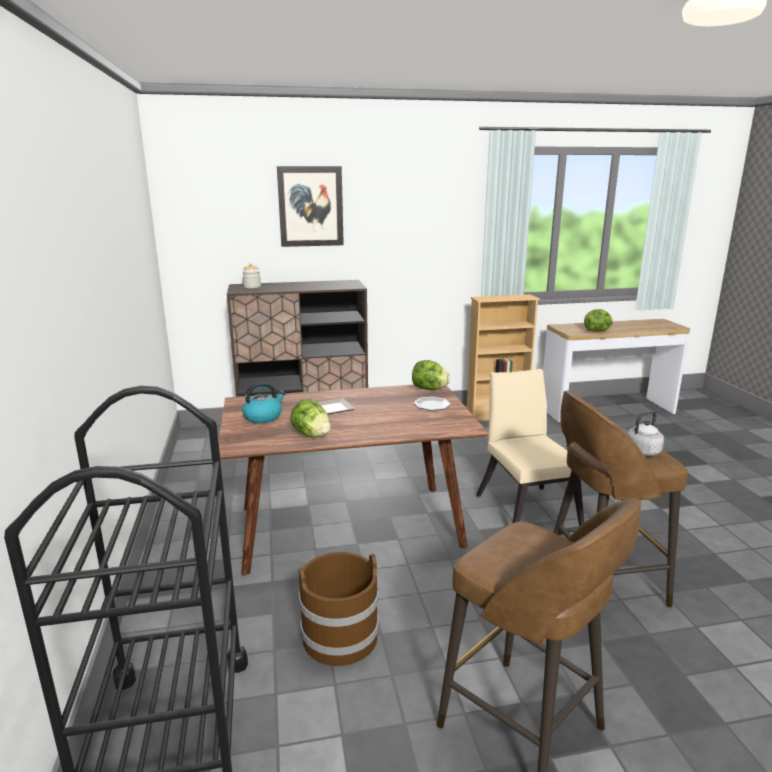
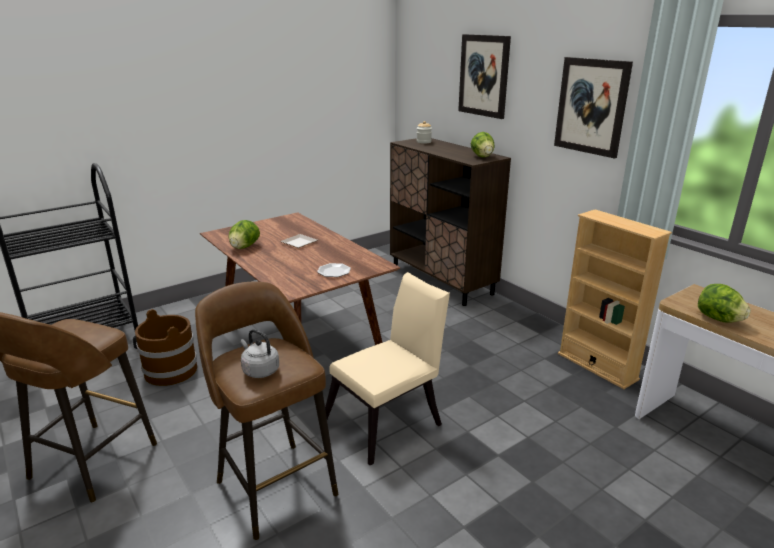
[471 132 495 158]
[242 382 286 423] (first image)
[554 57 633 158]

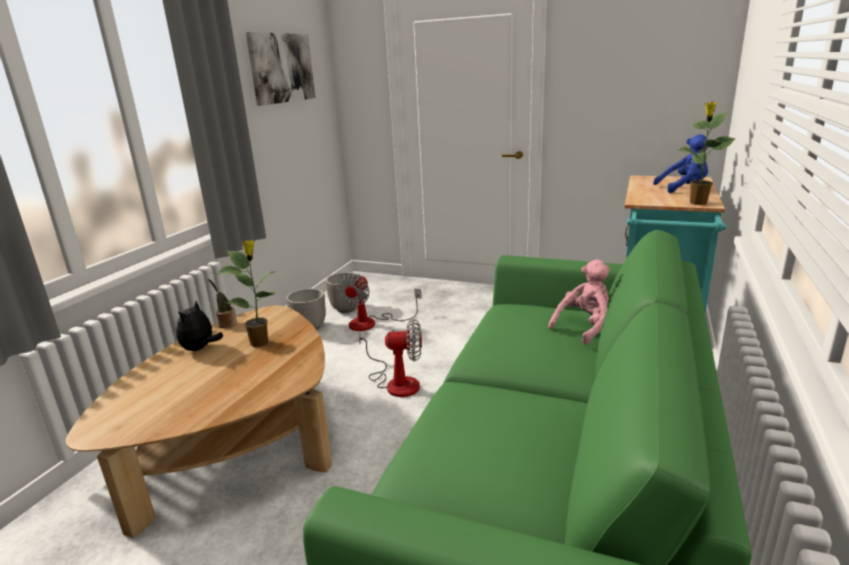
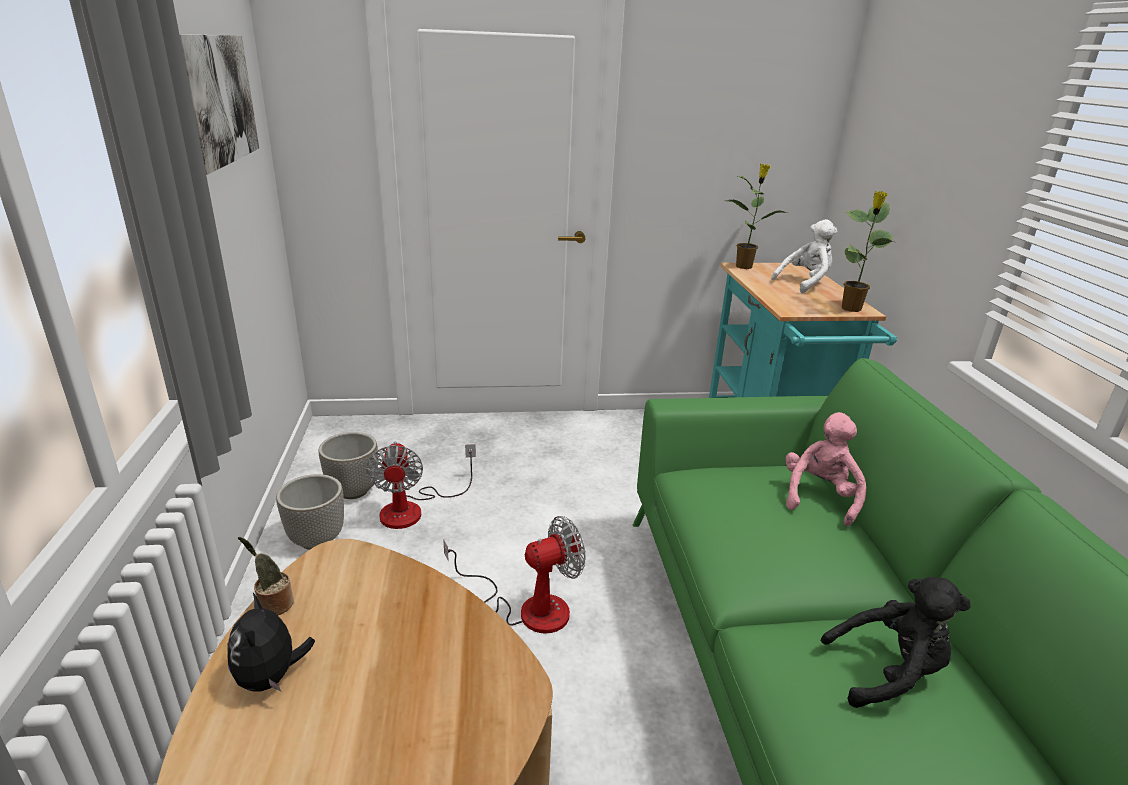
[771 219 837 293]
[727 164 788 269]
[821 577 971 708]

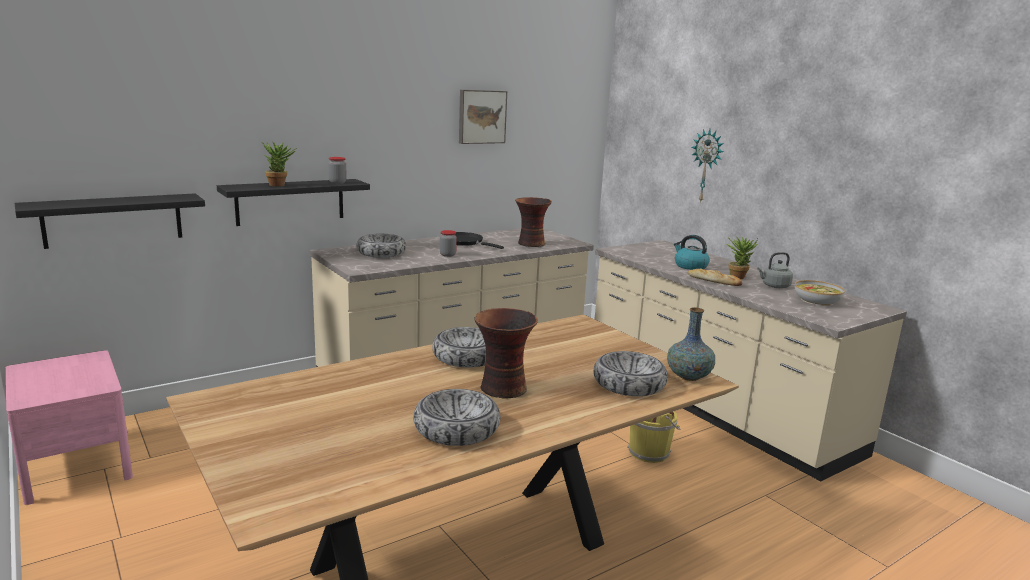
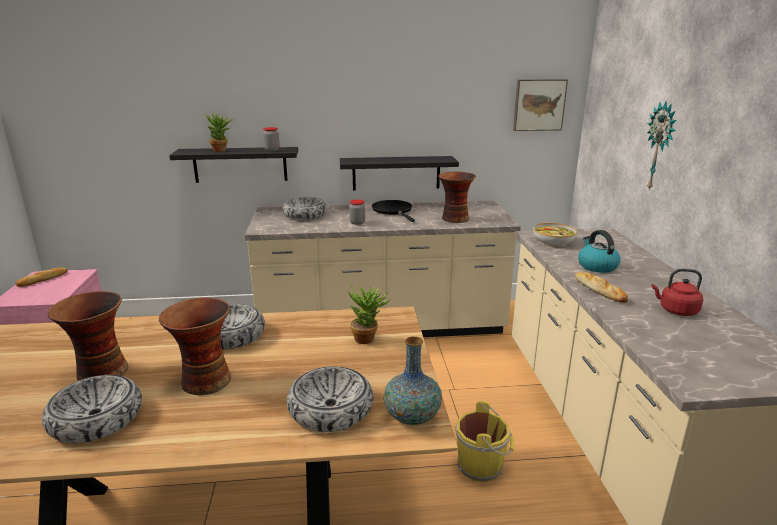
[513 79 568 131]
[340 156 459 191]
[347 285 390 344]
[651 269 703 316]
[533 223 577 247]
[15 267 68 287]
[48 291 128 381]

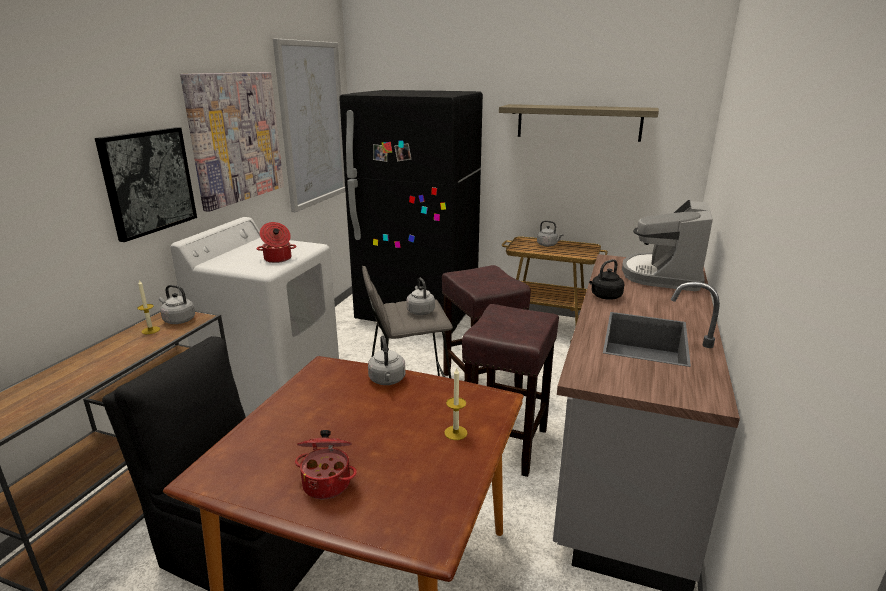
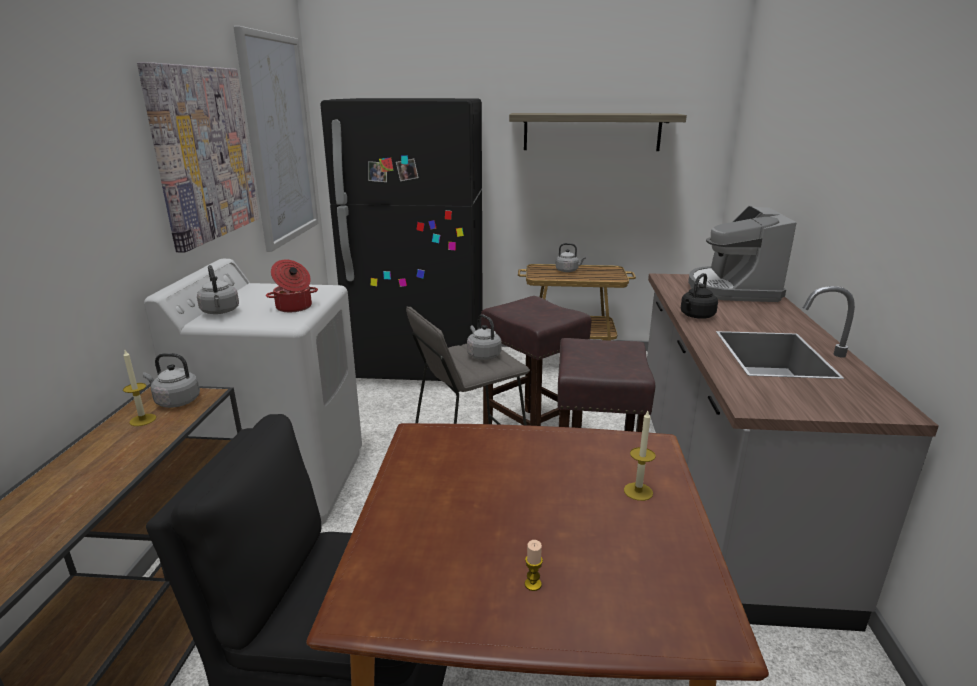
[95 127 197 242] (first image)
[197 265 239 314]
[525 540 543 591]

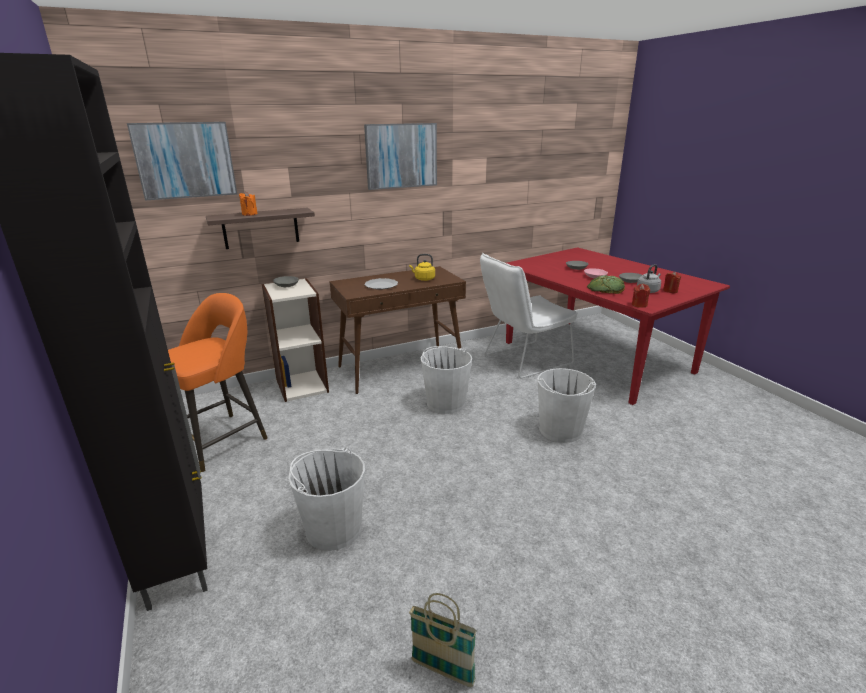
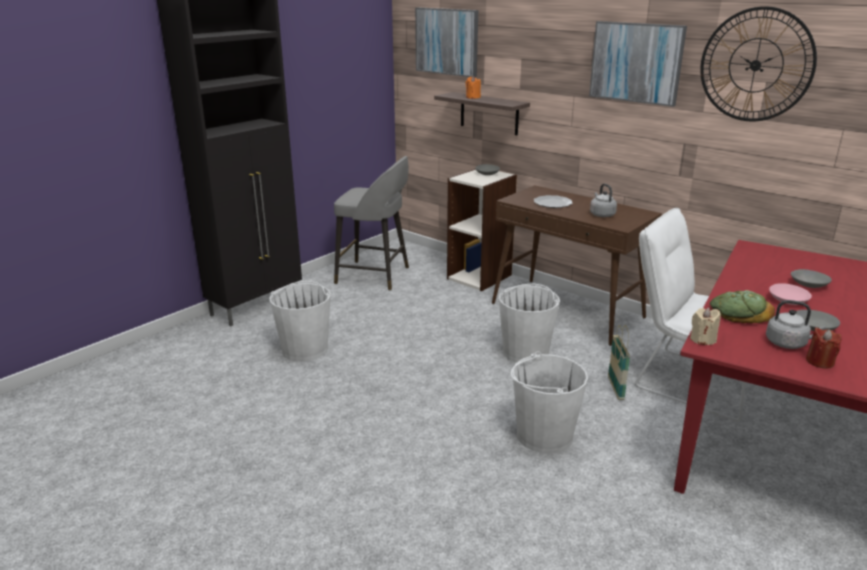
[590 183 617 217]
[690 307 721 345]
[334 156 409 290]
[608 325 630 400]
[700 6 817 121]

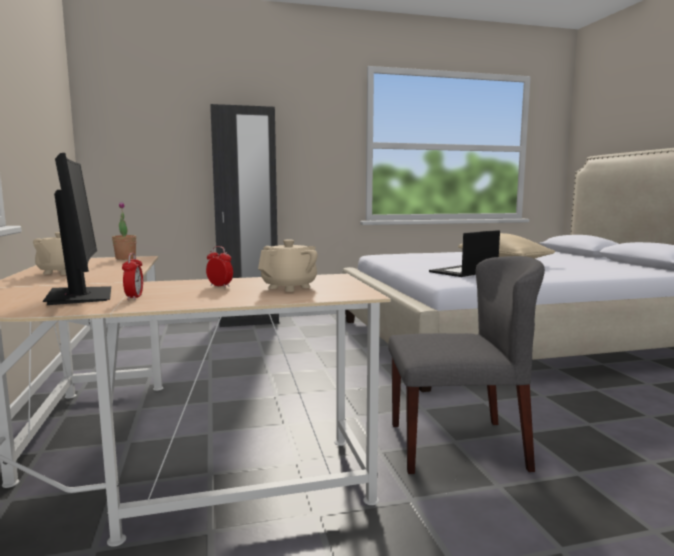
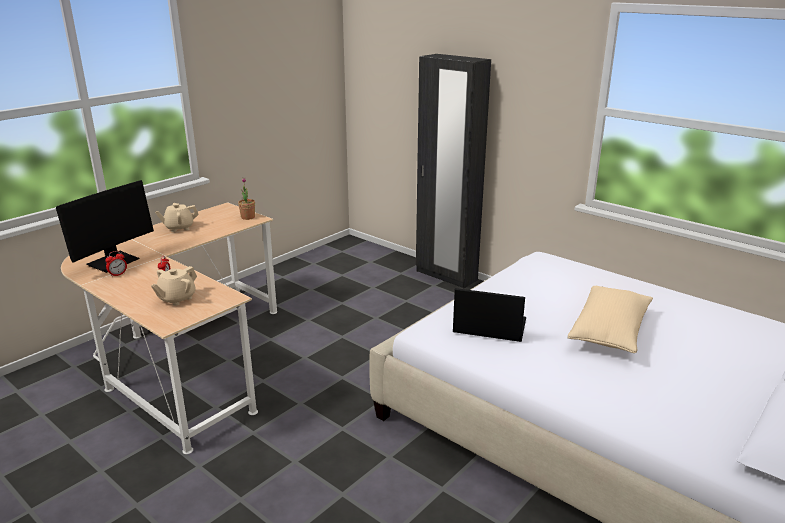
[151 266 197 306]
[388 256 545 474] (first image)

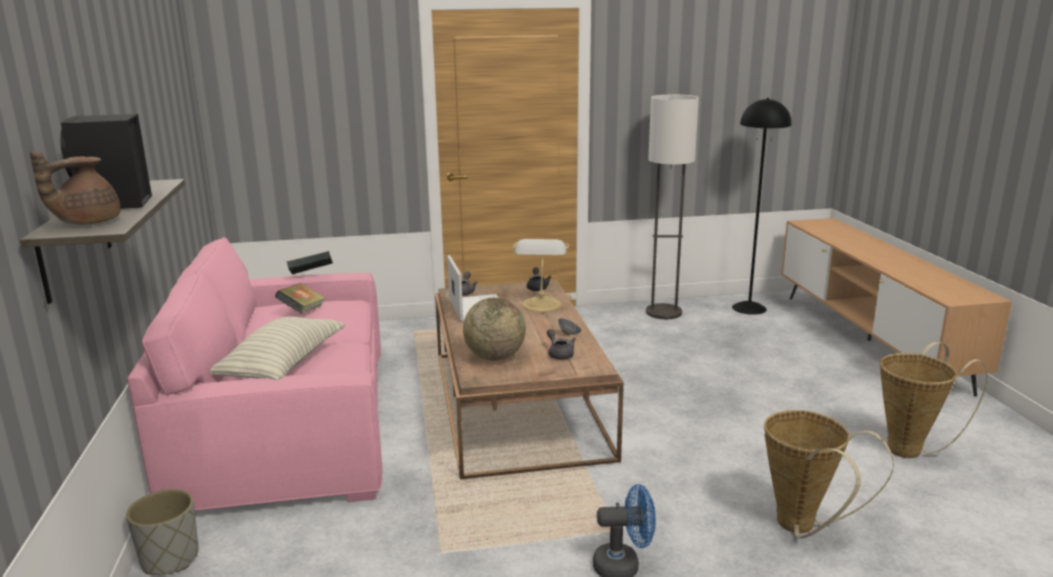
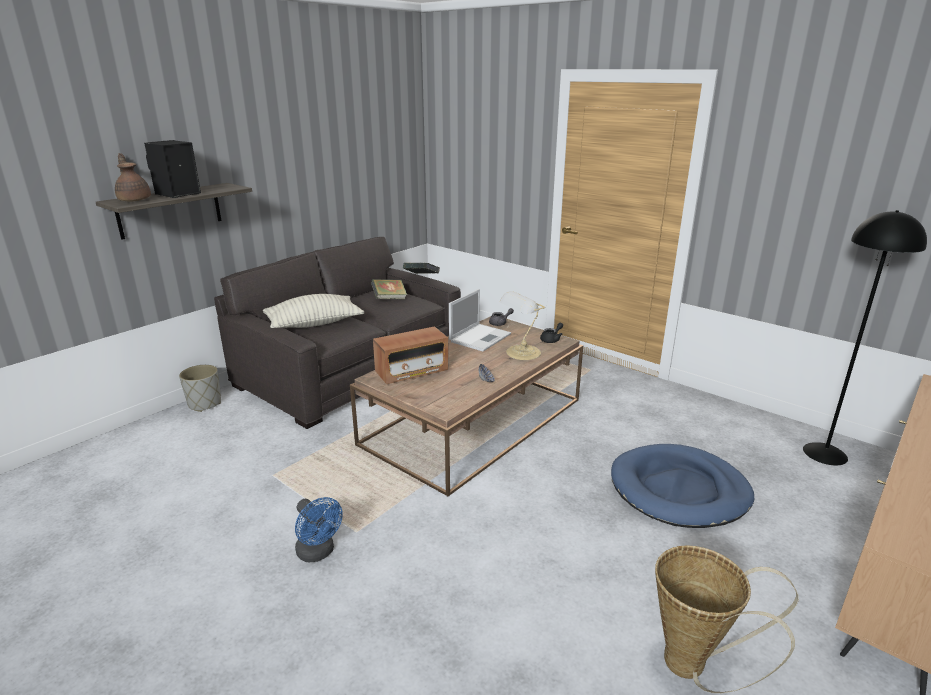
[646 95 699 319] (first image)
[115 153 151 201]
[214 237 461 429]
[373 326 448 384]
[547 329 576 360] (first image)
[764 410 894 538] (first image)
[611 444 754 528]

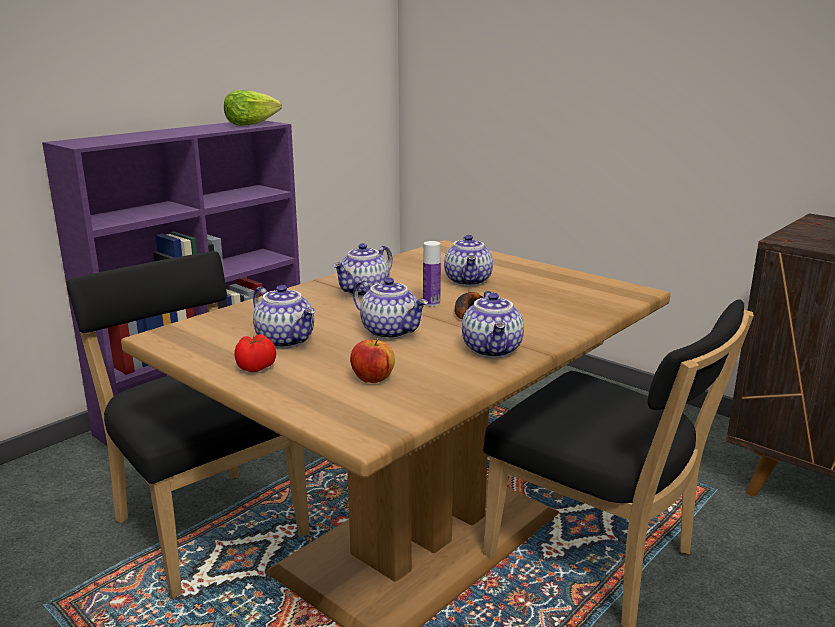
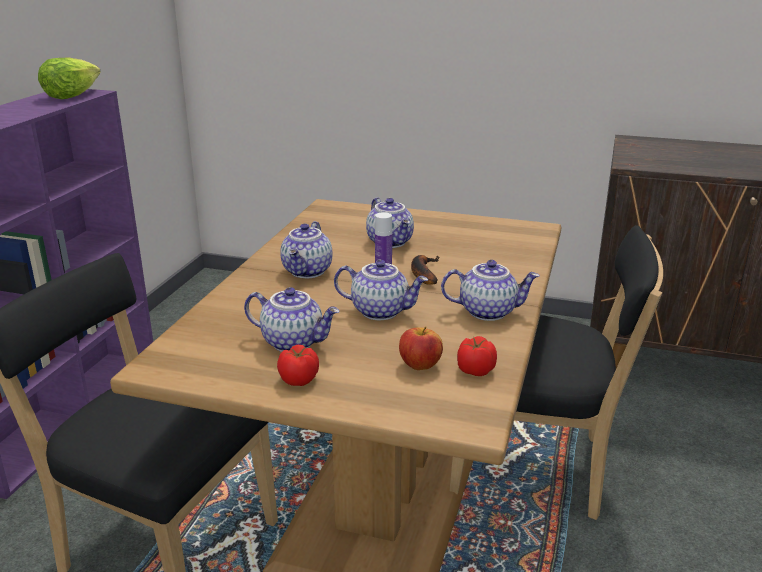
[441 260 540 321]
[457 336 497 376]

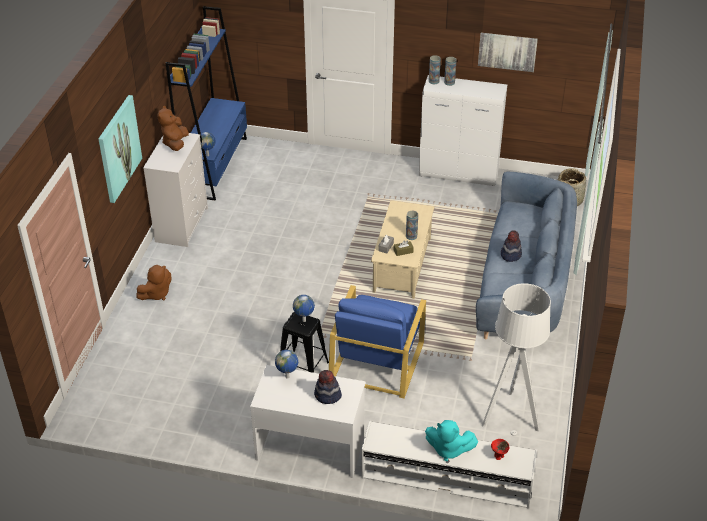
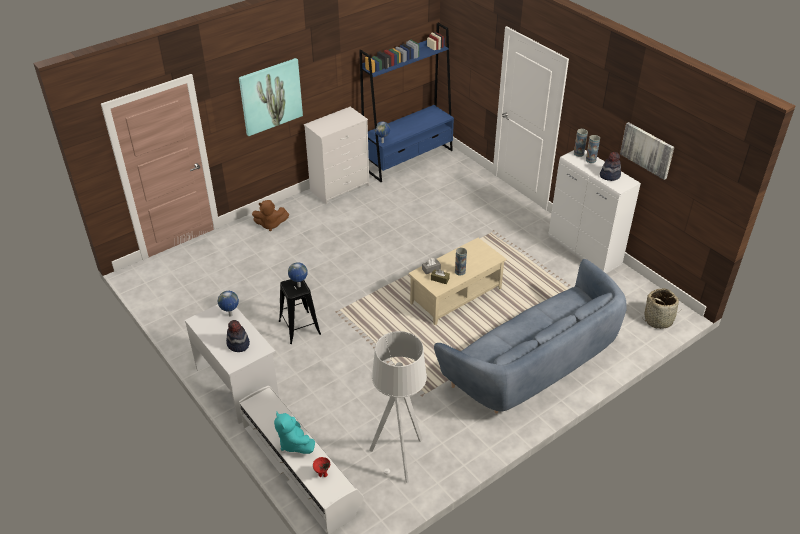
[157 106 189 151] (first image)
[600 152 621 181]
[329 285 426 399] (first image)

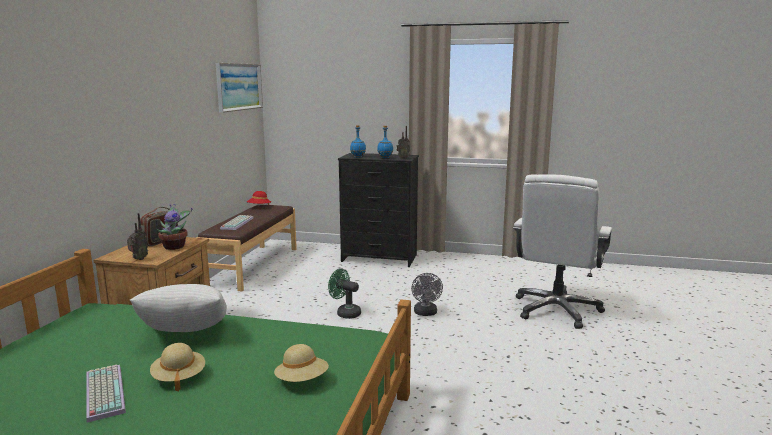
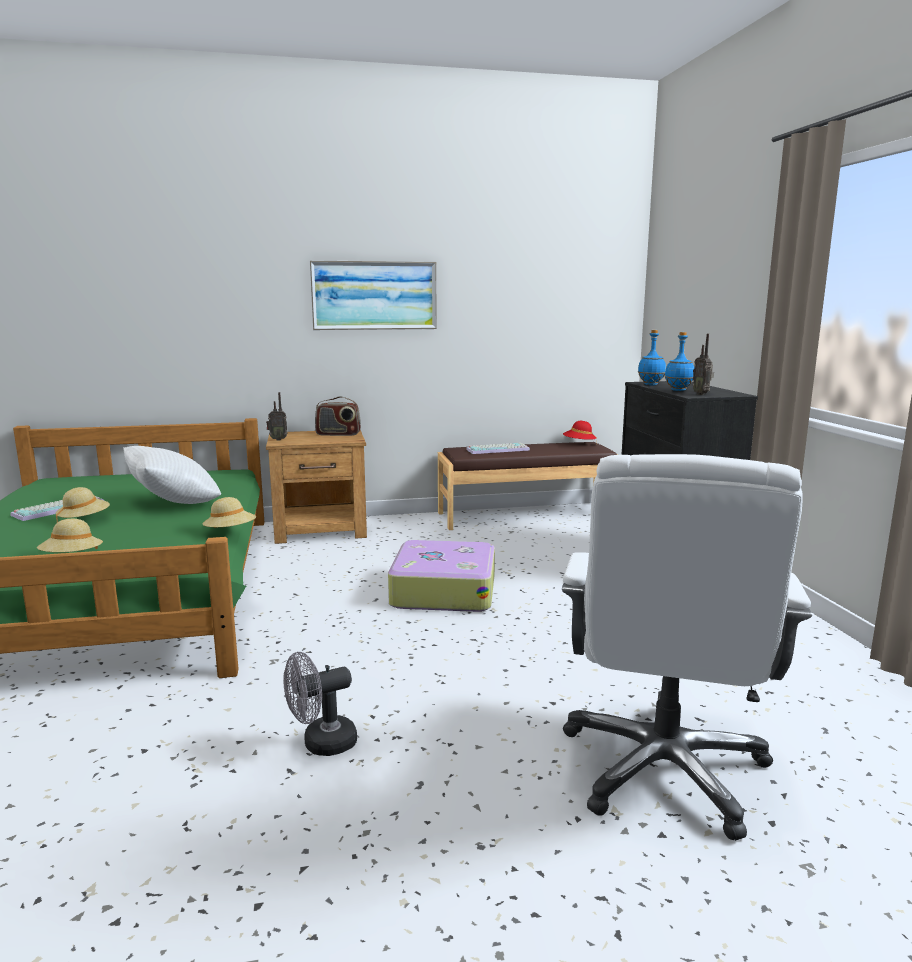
[310 260 437 330]
[562 454 812 841]
[157 204 193 250] (first image)
[388 540 495 612]
[283 652 357 756]
[202 497 257 528]

